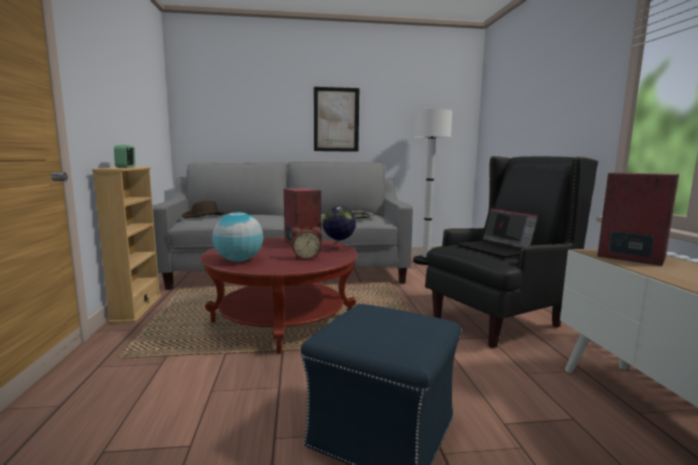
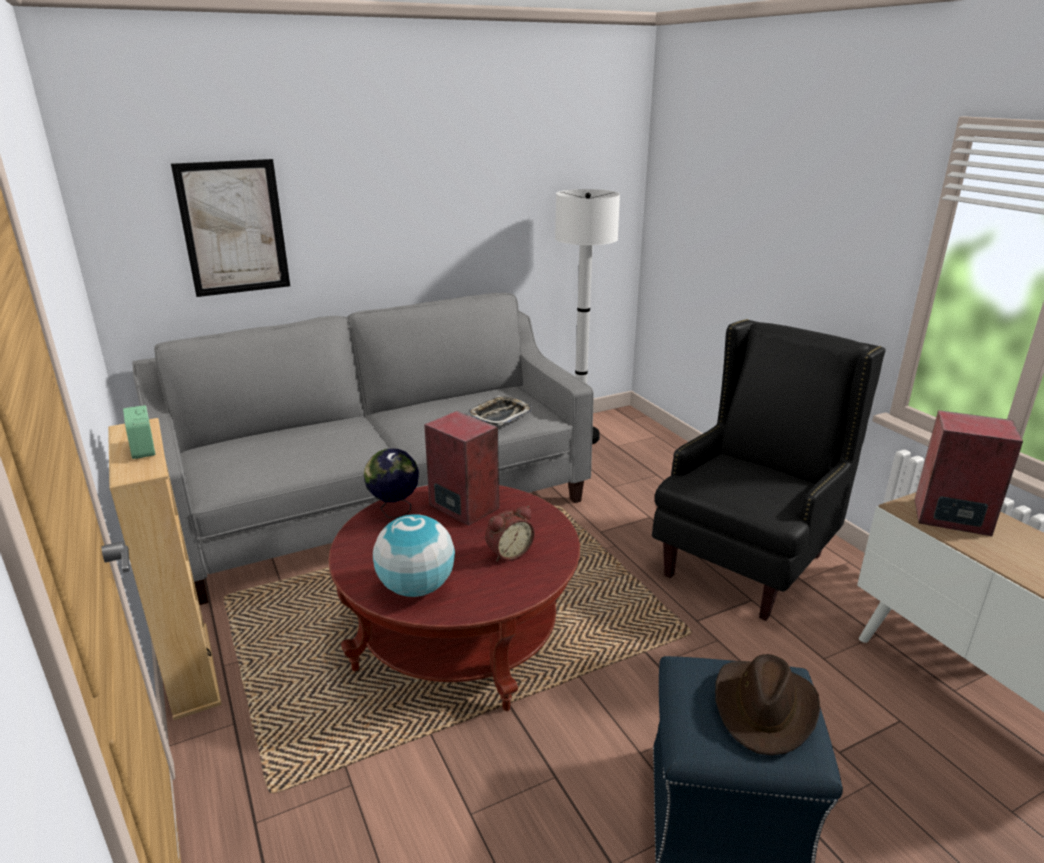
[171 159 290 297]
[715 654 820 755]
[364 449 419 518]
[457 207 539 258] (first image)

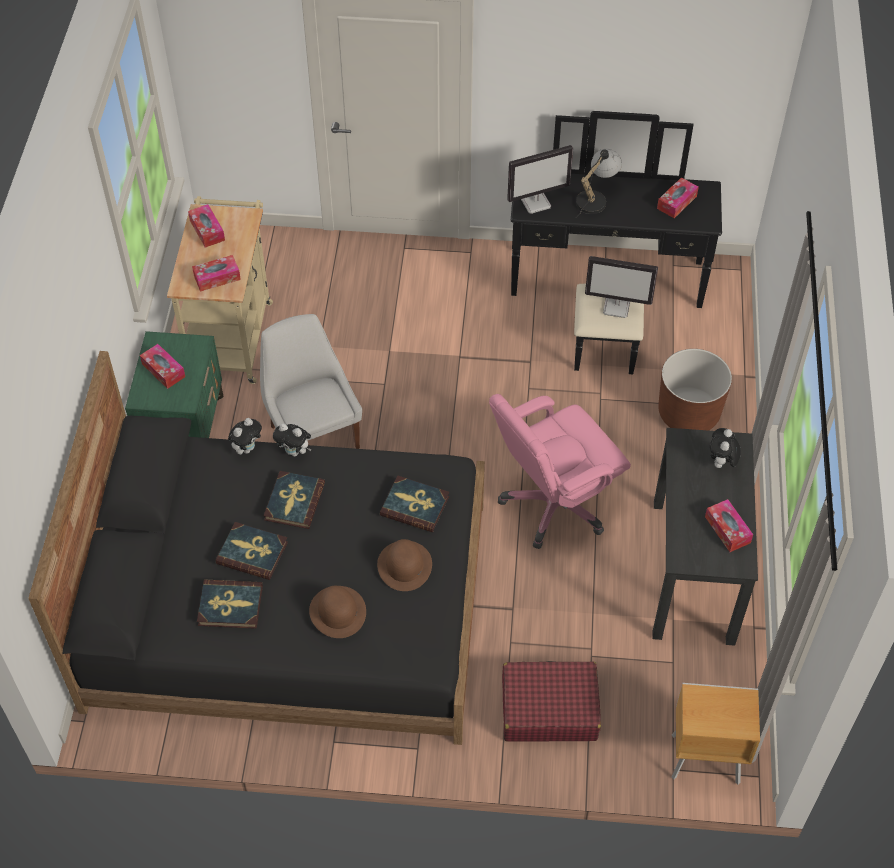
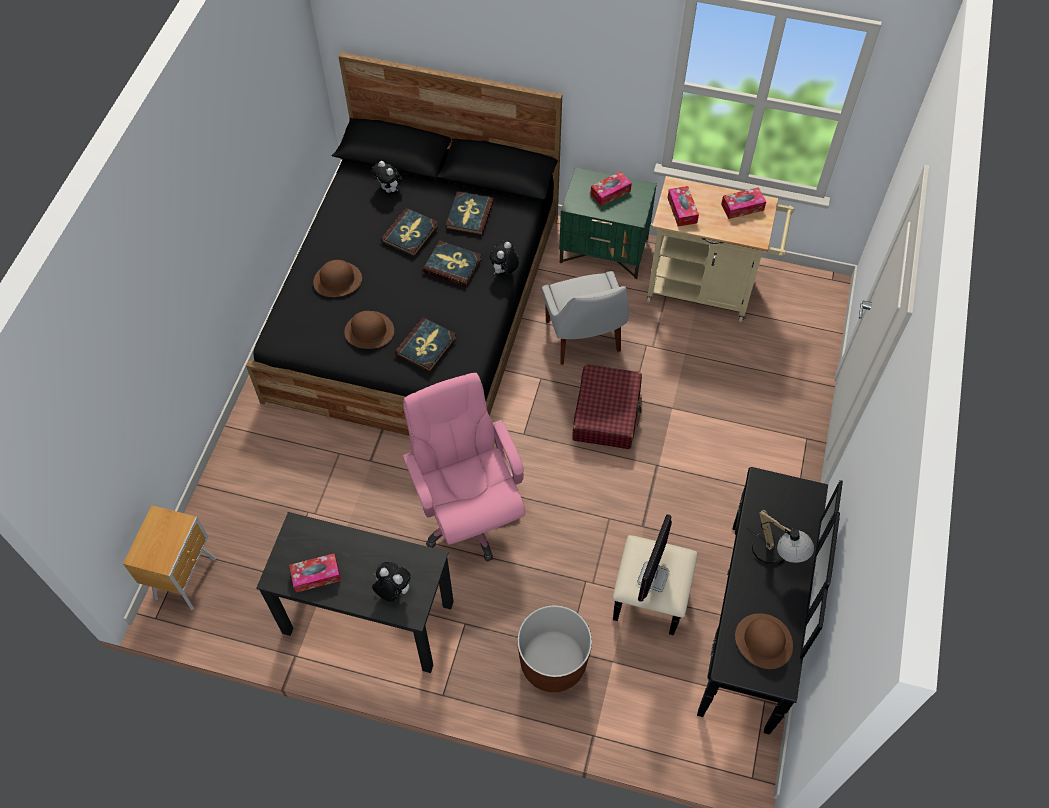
[507 145 573 214] (first image)
[735 613 793 669]
[542 271 629 365]
[372 161 404 193]
[446 191 494 236]
[572 364 642 449]

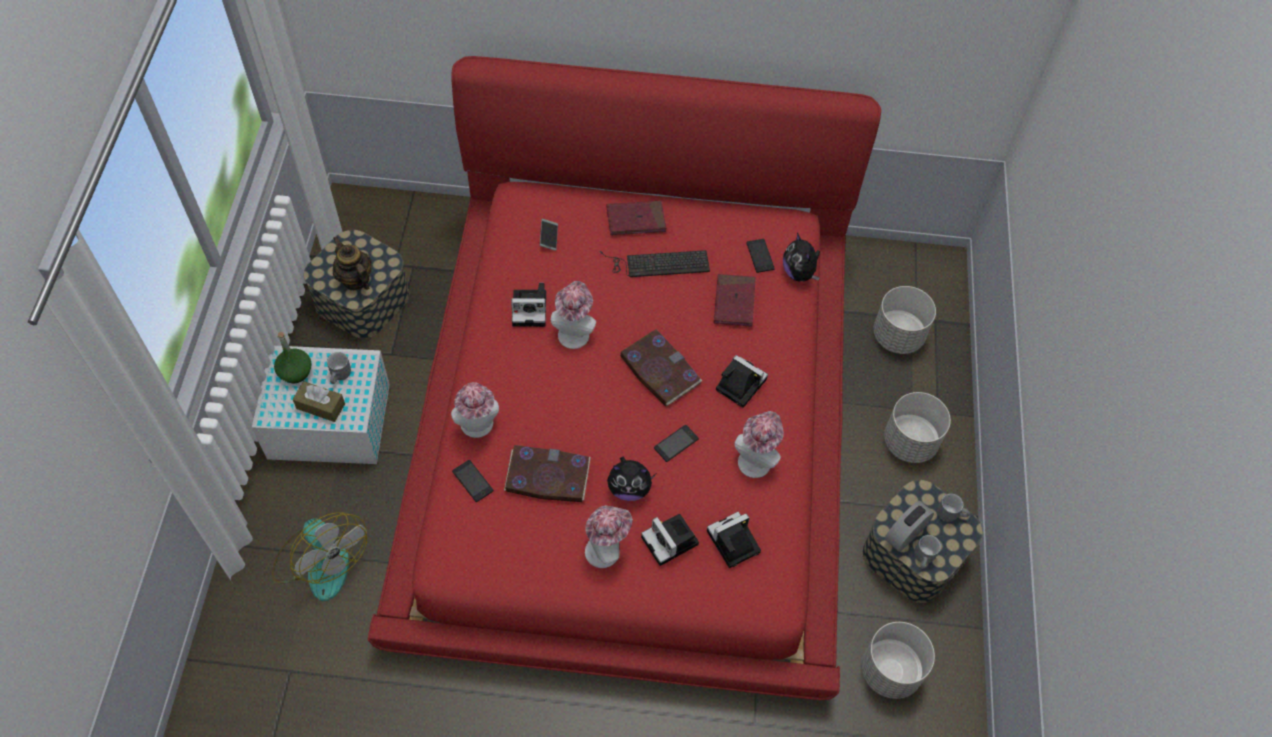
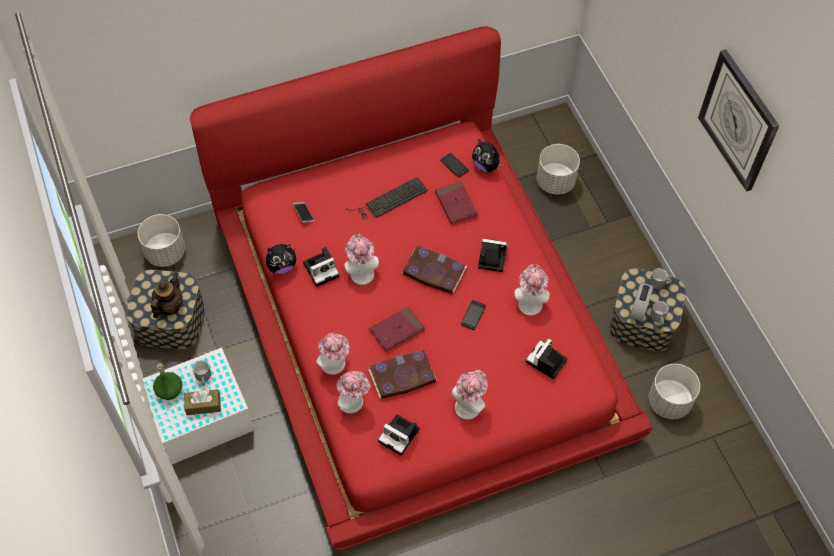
[369 306 425 352]
[151 272 182 318]
[138 214 185 267]
[266 244 296 274]
[337 371 371 413]
[272 512 367 601] (first image)
[378 414 419 456]
[698 49 779 192]

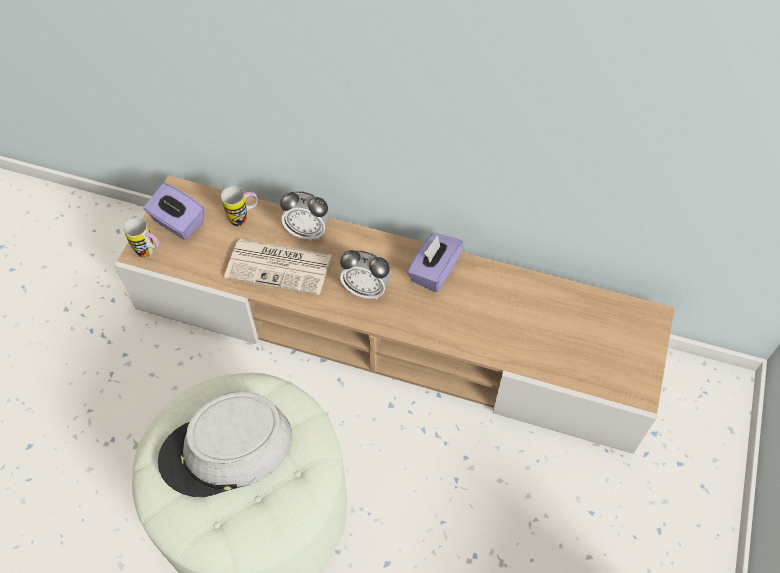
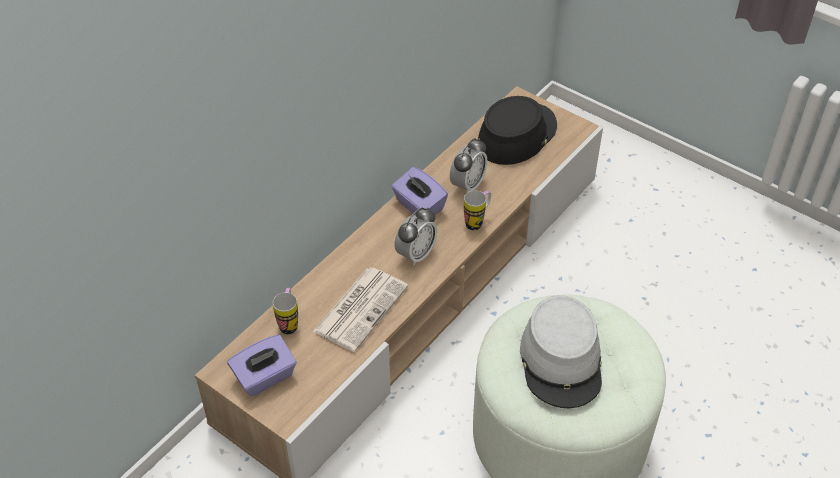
[450 138 487 192]
[464 190 491 231]
[478 96 557 165]

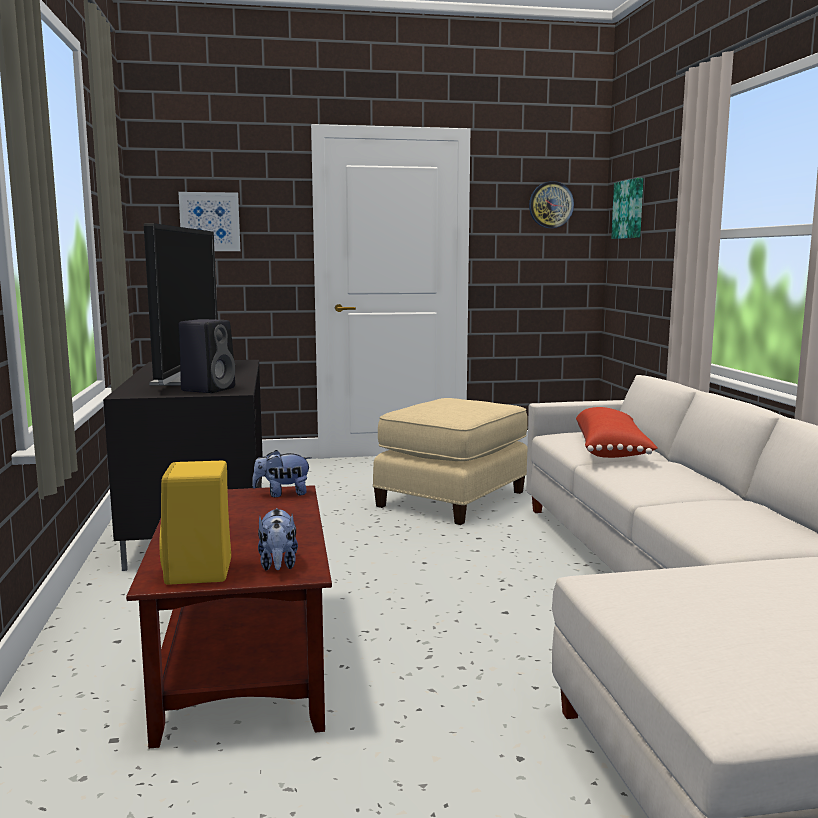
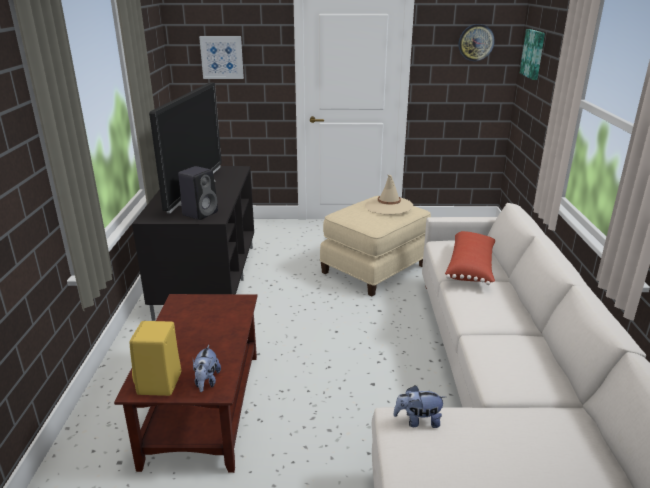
[393 385 446 428]
[365 175 413 215]

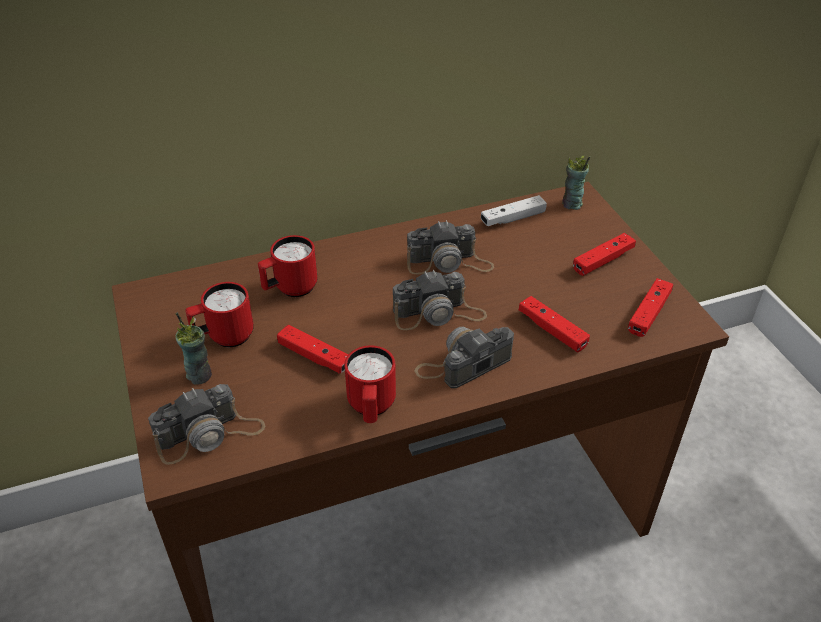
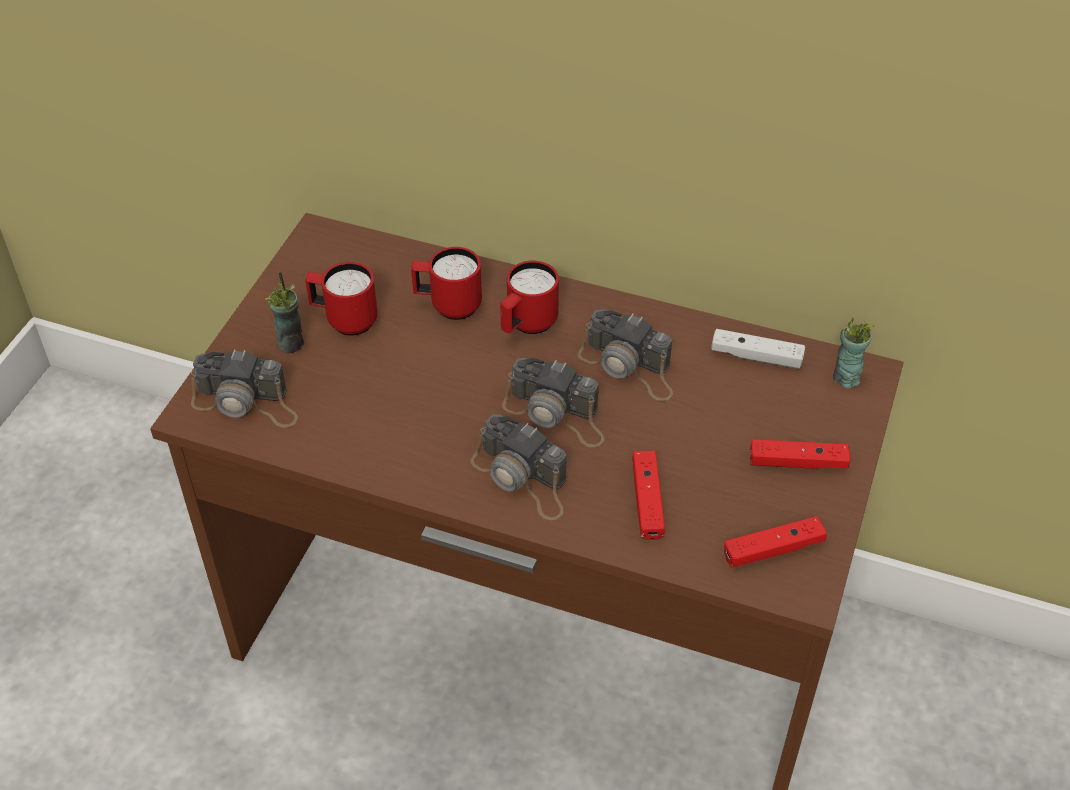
[277 325 348 374] (first image)
[471 414 567 520]
[500 261 559 334]

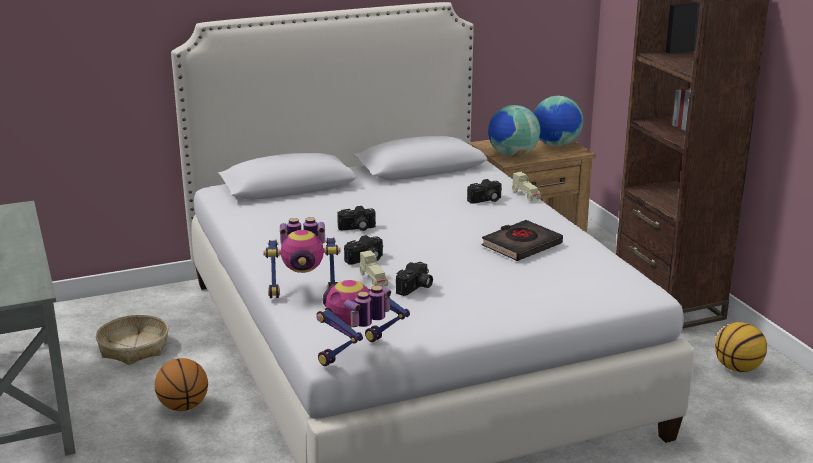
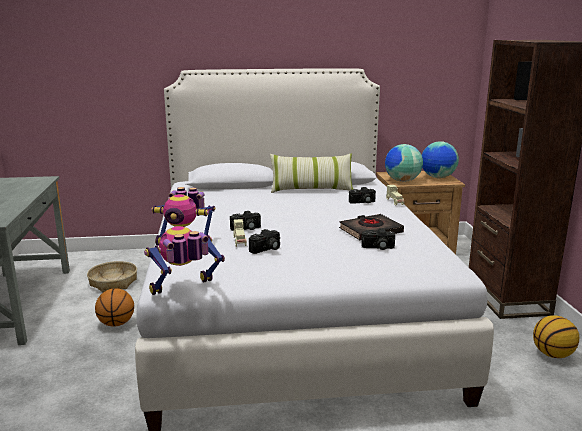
[361 228 395 250]
[270 154 353 193]

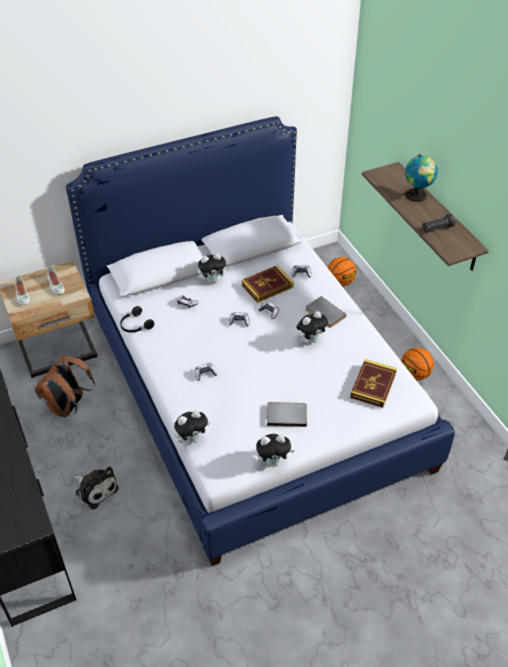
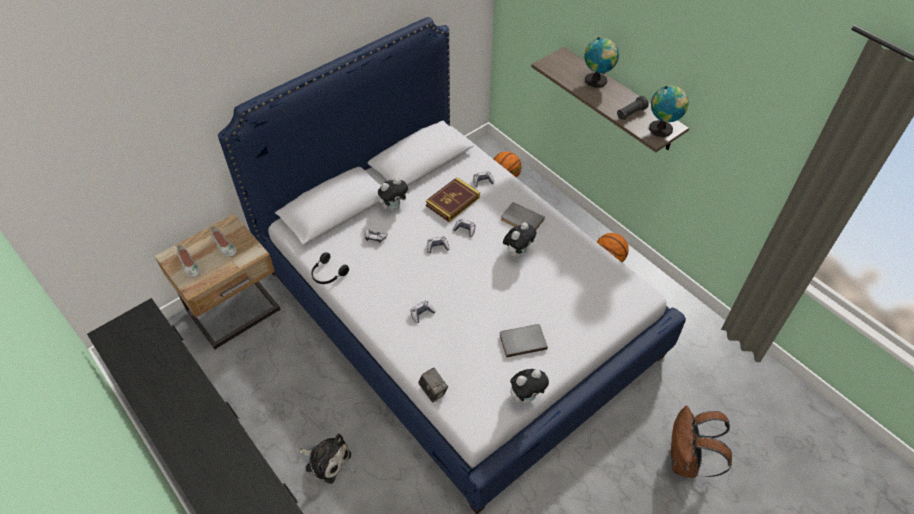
[671 406 732 478]
[350 359 397 408] (first image)
[418 368 448 402]
[649 85 689 137]

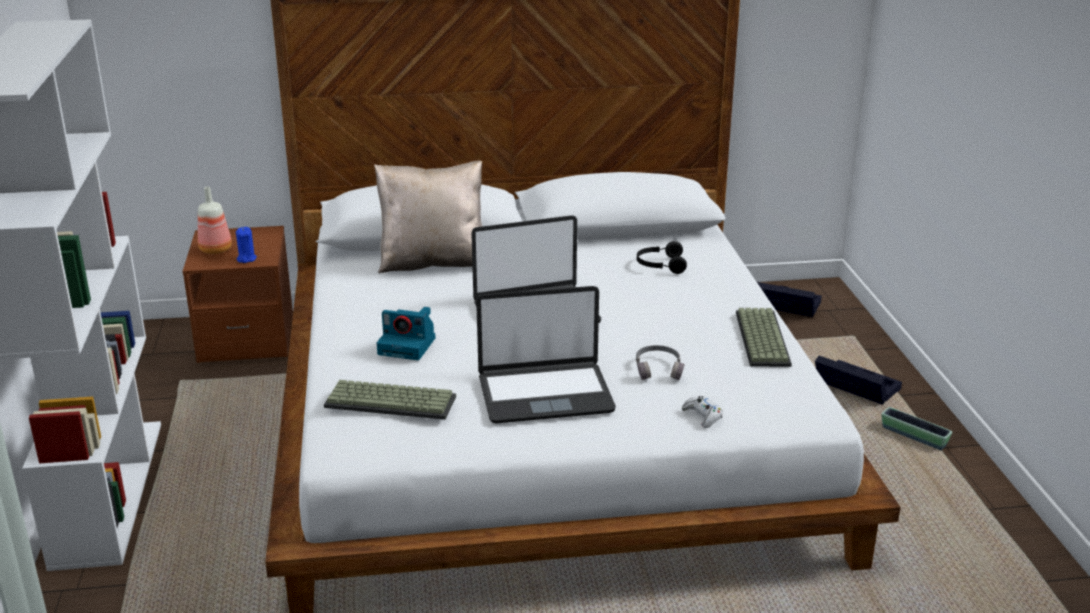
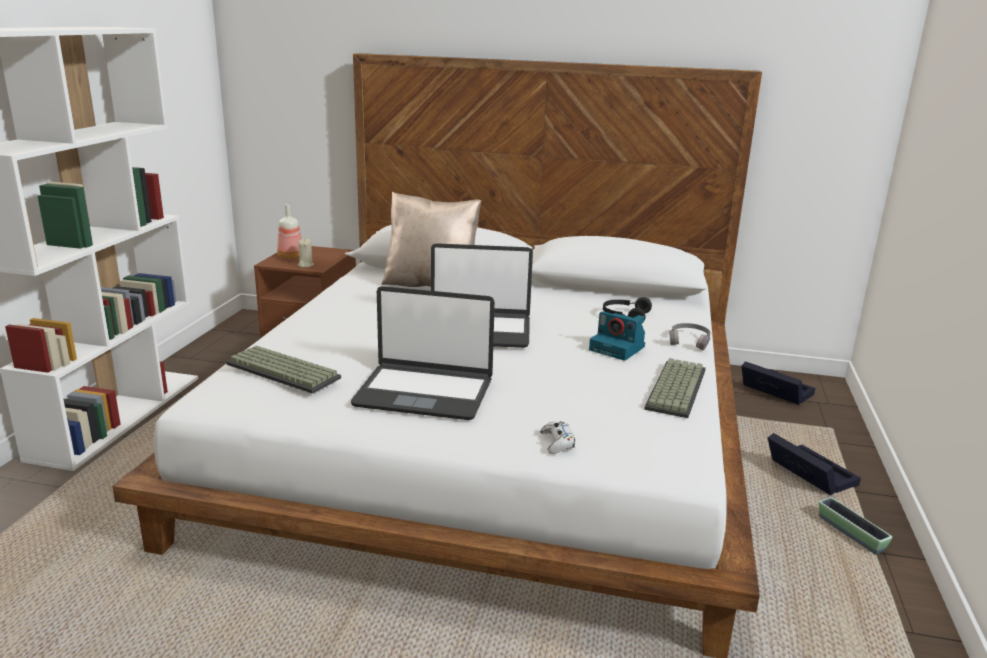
[298 238 314 267]
[589 311 645 361]
[669 323 710 350]

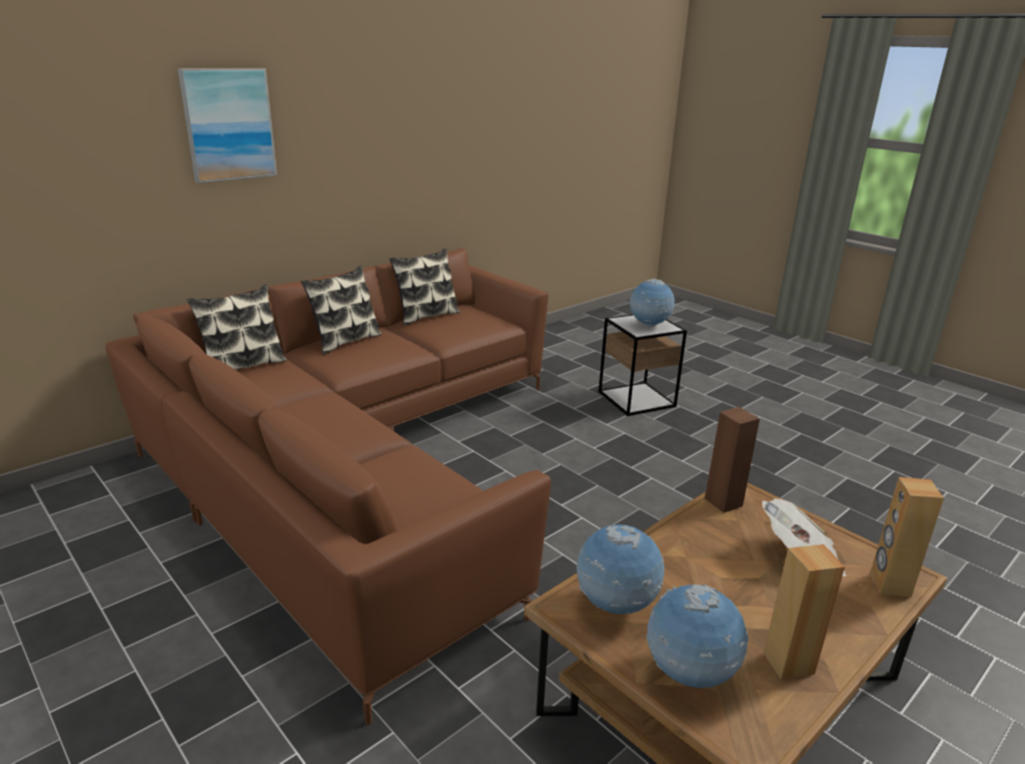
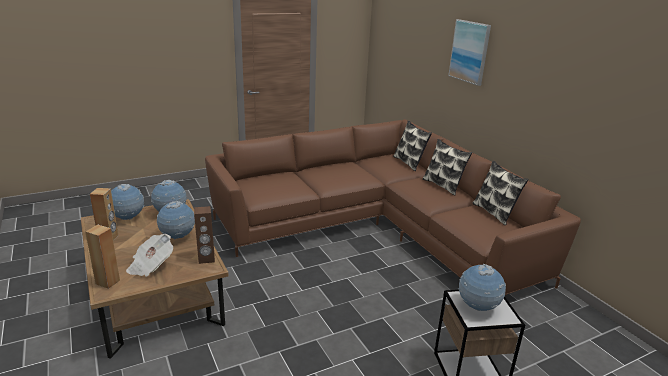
[157 201 195 239]

